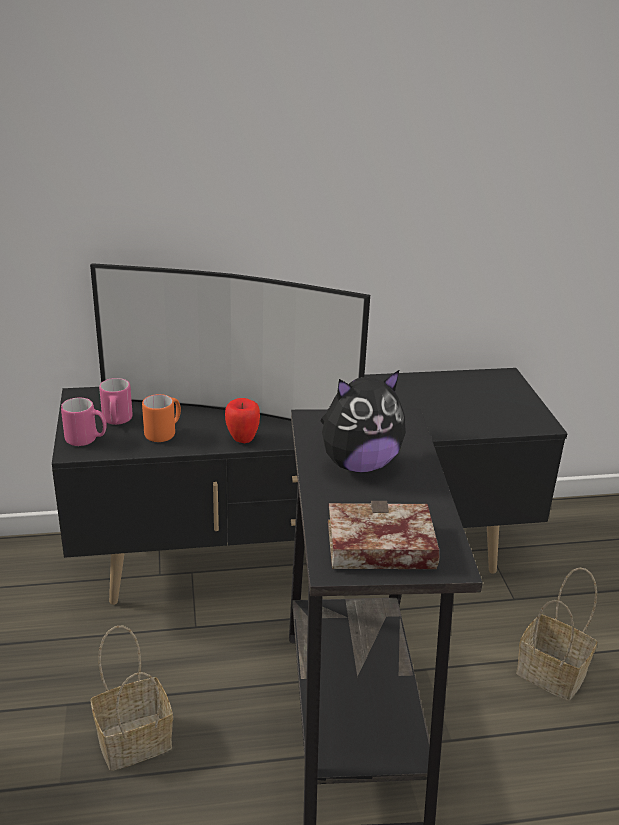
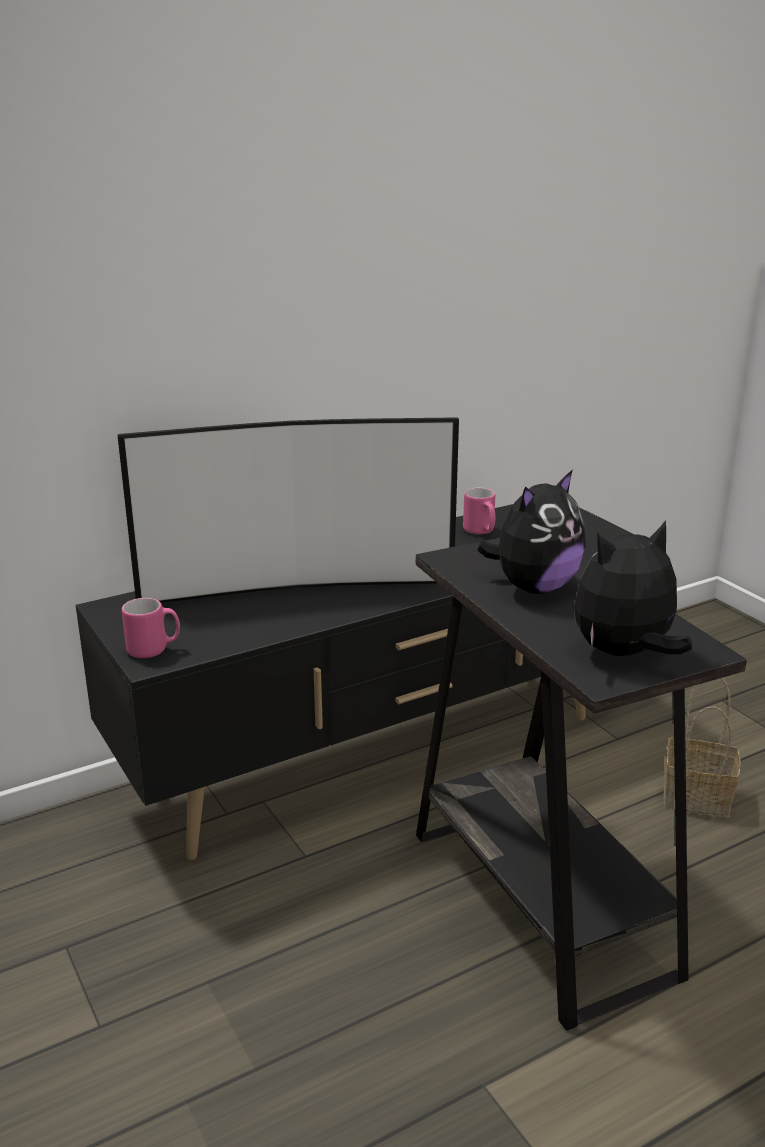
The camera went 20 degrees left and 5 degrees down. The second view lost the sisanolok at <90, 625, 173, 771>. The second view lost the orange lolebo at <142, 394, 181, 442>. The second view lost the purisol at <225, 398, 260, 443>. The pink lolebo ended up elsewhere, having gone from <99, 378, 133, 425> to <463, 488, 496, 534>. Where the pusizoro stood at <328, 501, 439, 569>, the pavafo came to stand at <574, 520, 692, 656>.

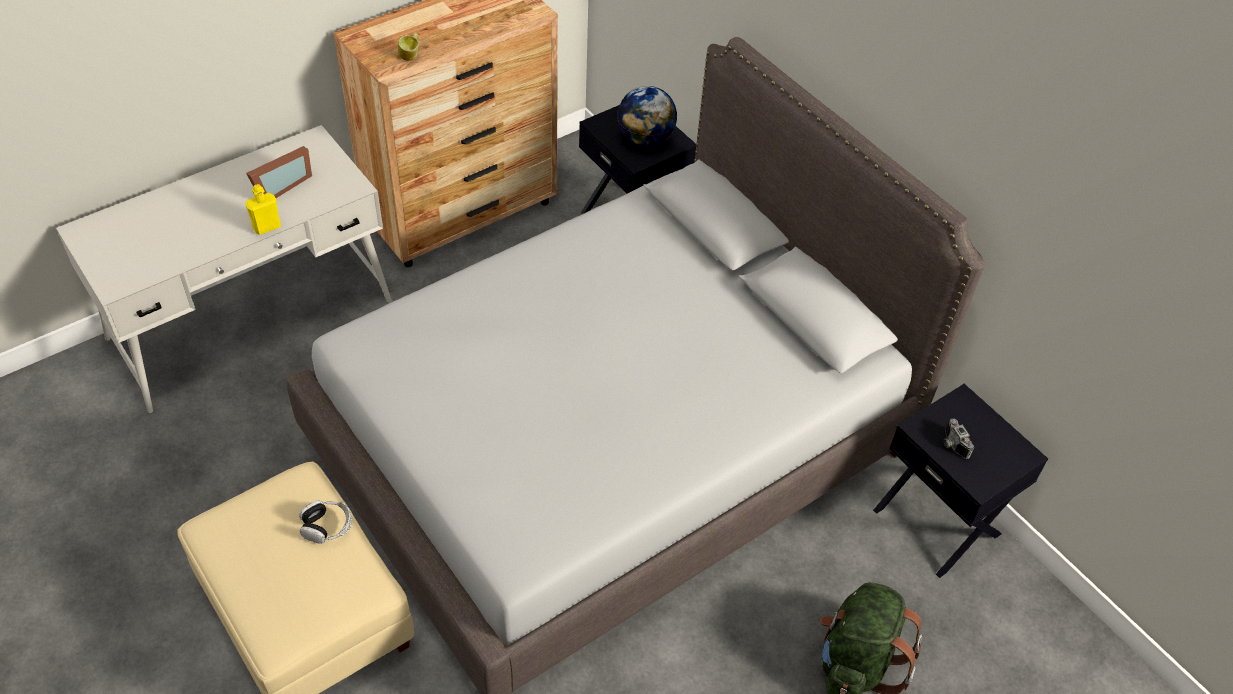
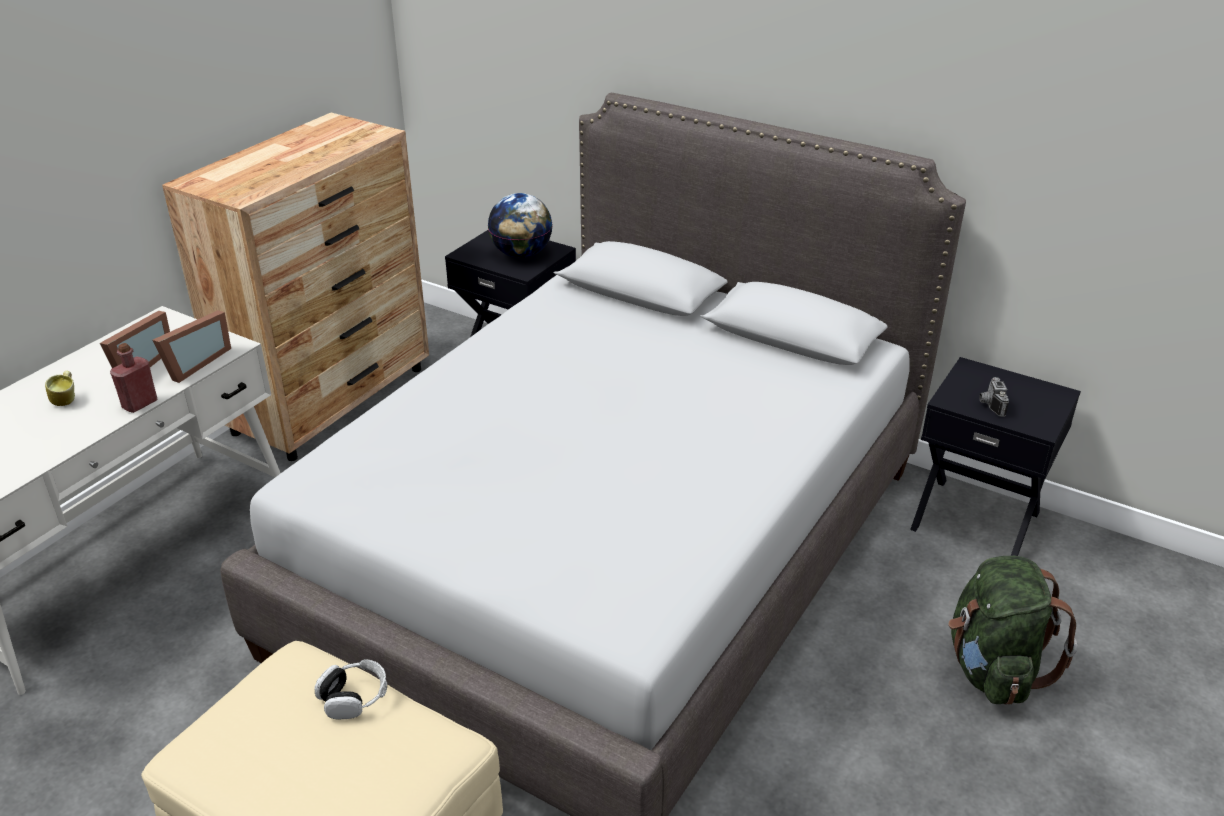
The camera went 20 degrees left and 15 degrees down. The second view gained the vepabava at <153, 310, 231, 383>. The lolebo ended up elsewhere, having gone from <398, 33, 419, 61> to <45, 370, 75, 406>. What was the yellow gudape at <246, 184, 281, 235> turned into the red gudape at <110, 343, 157, 413>. The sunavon at <943, 418, 974, 459> ended up facing another way, 45 degrees clockwise from before.

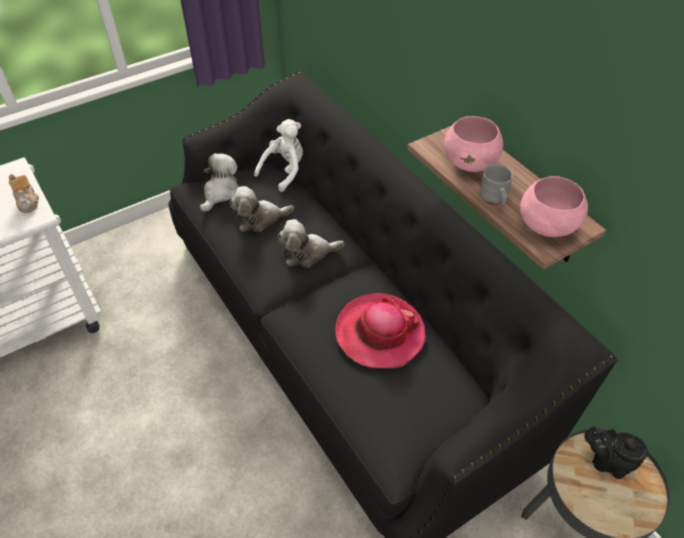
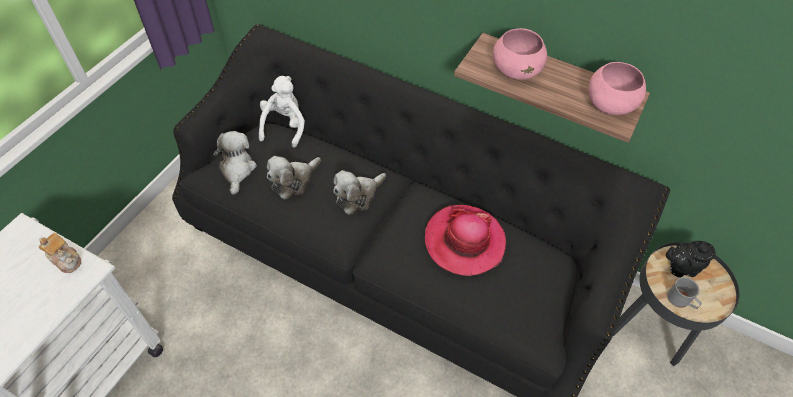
The camera went 30 degrees left and 5 degrees up. The grey lolebo ended up elsewhere, having gone from <479, 164, 514, 205> to <667, 277, 702, 309>.

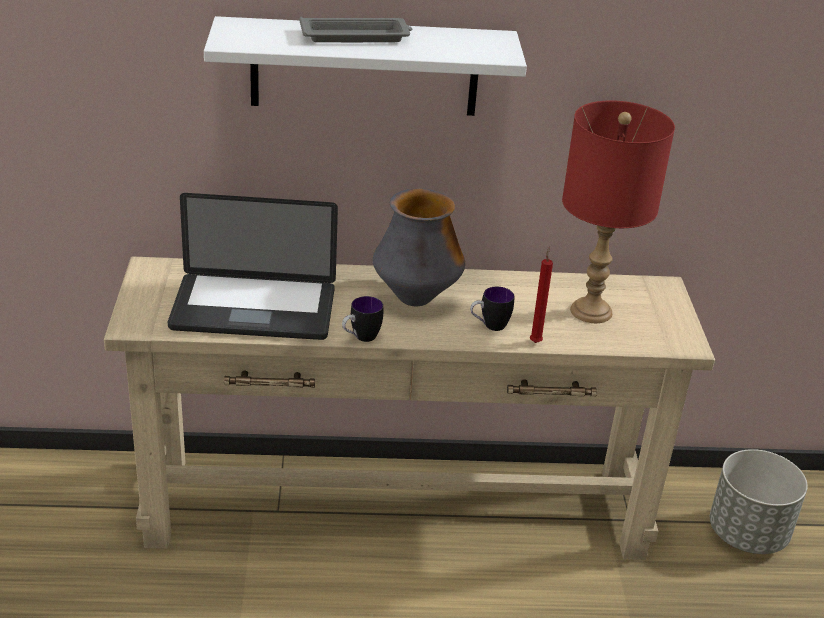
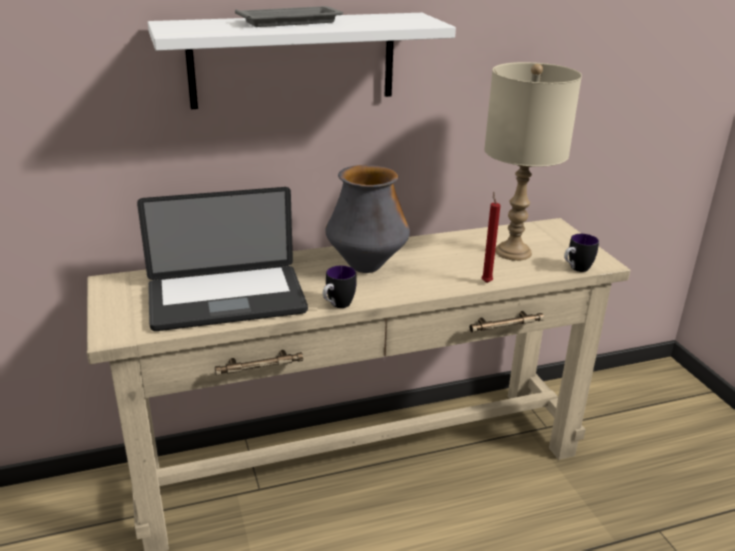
The camera went 15 degrees left and 5 degrees down. The second view lost the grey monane at <710, 449, 808, 554>. The lolebo ended up elsewhere, having gone from <470, 287, 515, 331> to <564, 234, 599, 272>. What was the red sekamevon at <562, 100, 675, 323> turned into the beige sekamevon at <484, 62, 582, 261>.

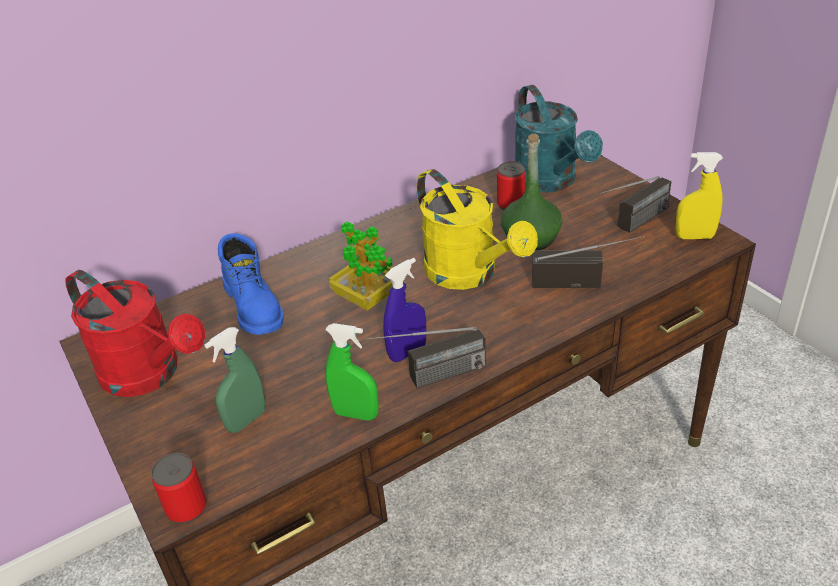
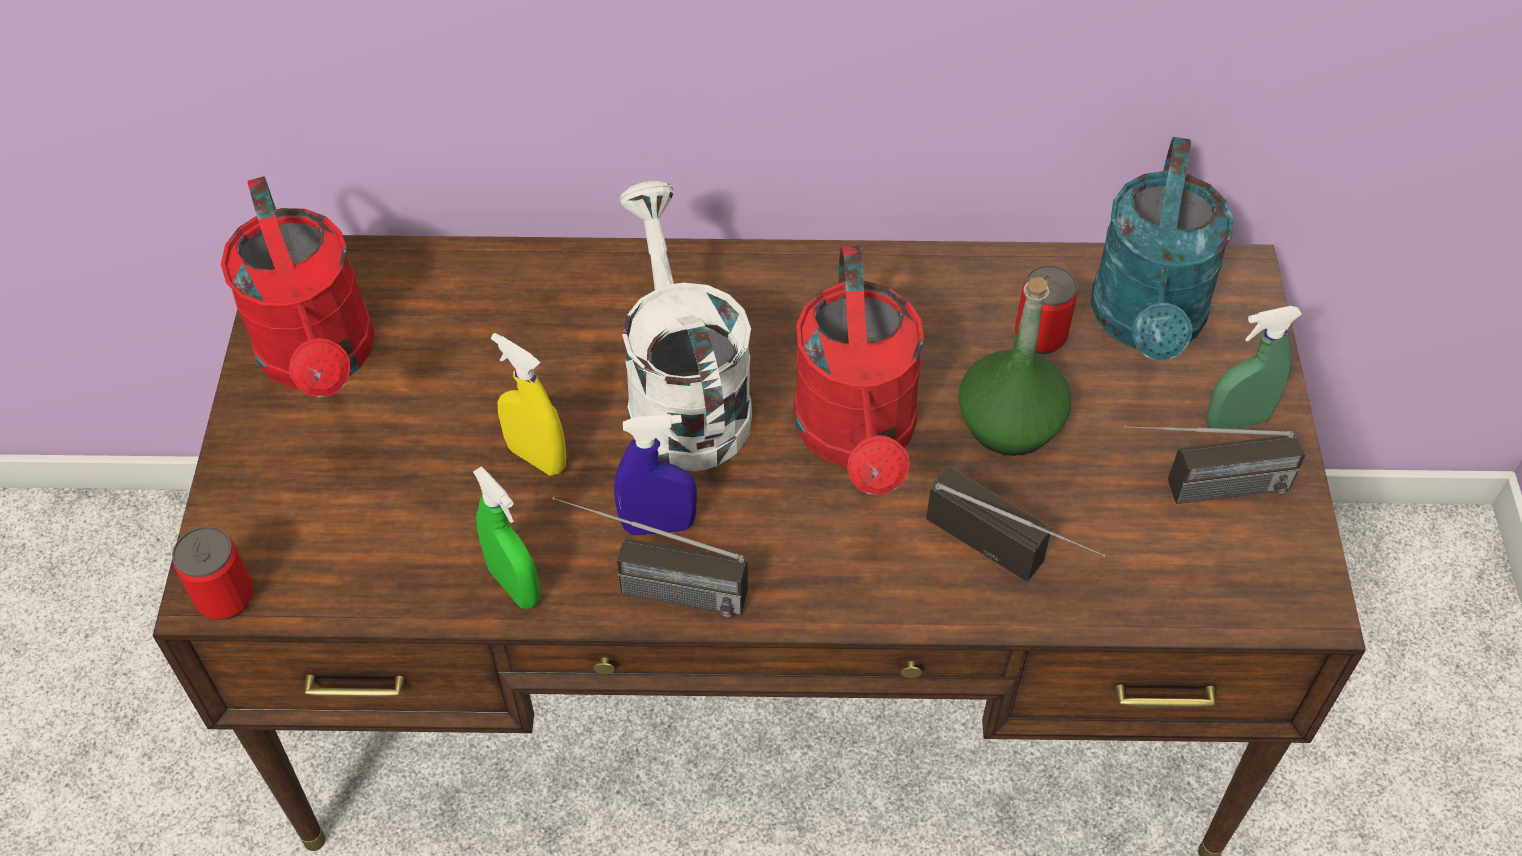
The camera went 30 degrees right and 15 degrees up. The second view lost the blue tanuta at <218, 233, 283, 335>. The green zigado ended up elsewhere, having gone from <205, 327, 265, 433> to <1206, 306, 1302, 429>. The yellow zigado ended up elsewhere, having gone from <675, 152, 723, 239> to <491, 333, 566, 476>. Where the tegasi stood at <329, 221, 393, 311>, the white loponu came to stand at <619, 181, 752, 471>. What was the yellow loponu at <417, 169, 538, 290> turned into the red loponu at <794, 245, 924, 496>.

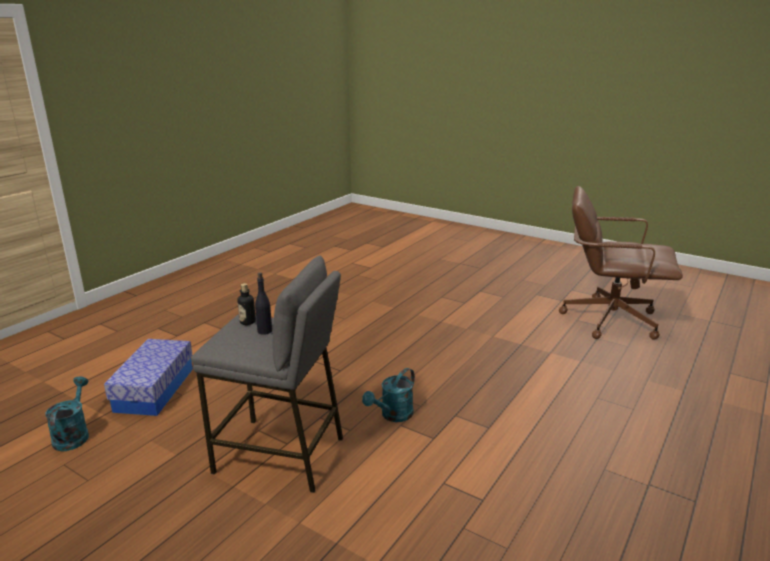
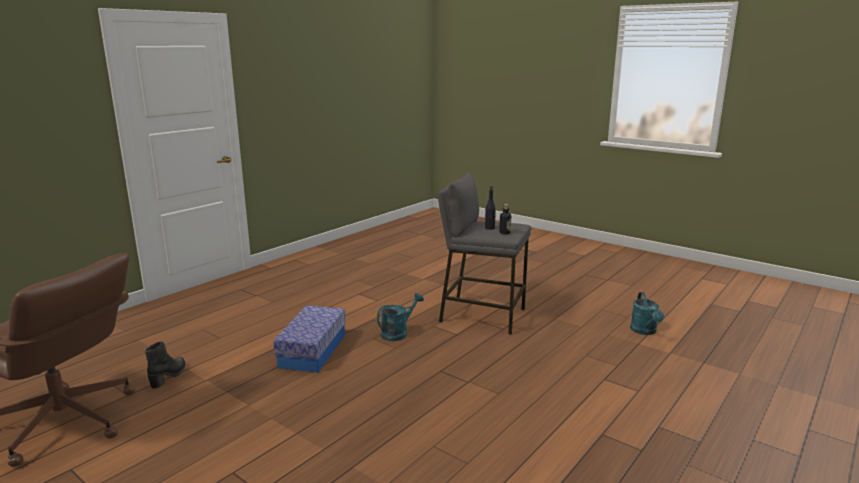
The camera went 175 degrees left and 5 degrees down. The second view gained the black tanuta at <145, 341, 185, 389>. The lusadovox ended up elsewhere, having gone from <104, 339, 193, 416> to <273, 305, 346, 373>.

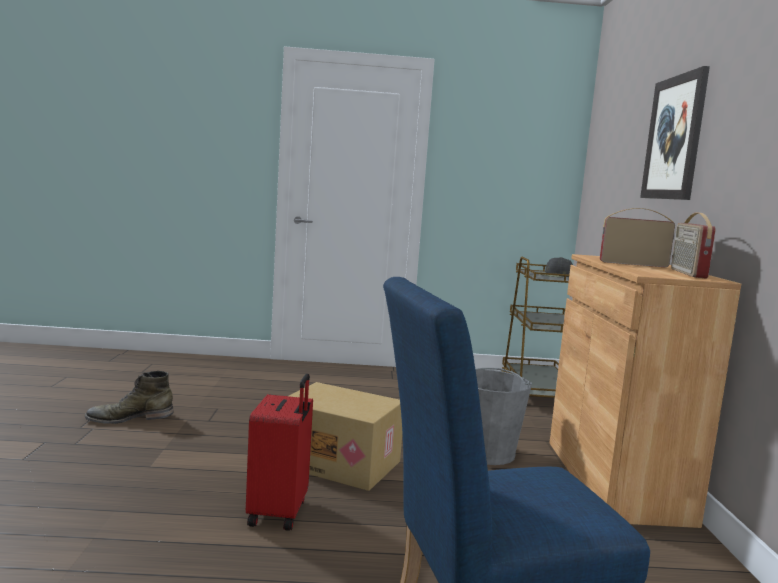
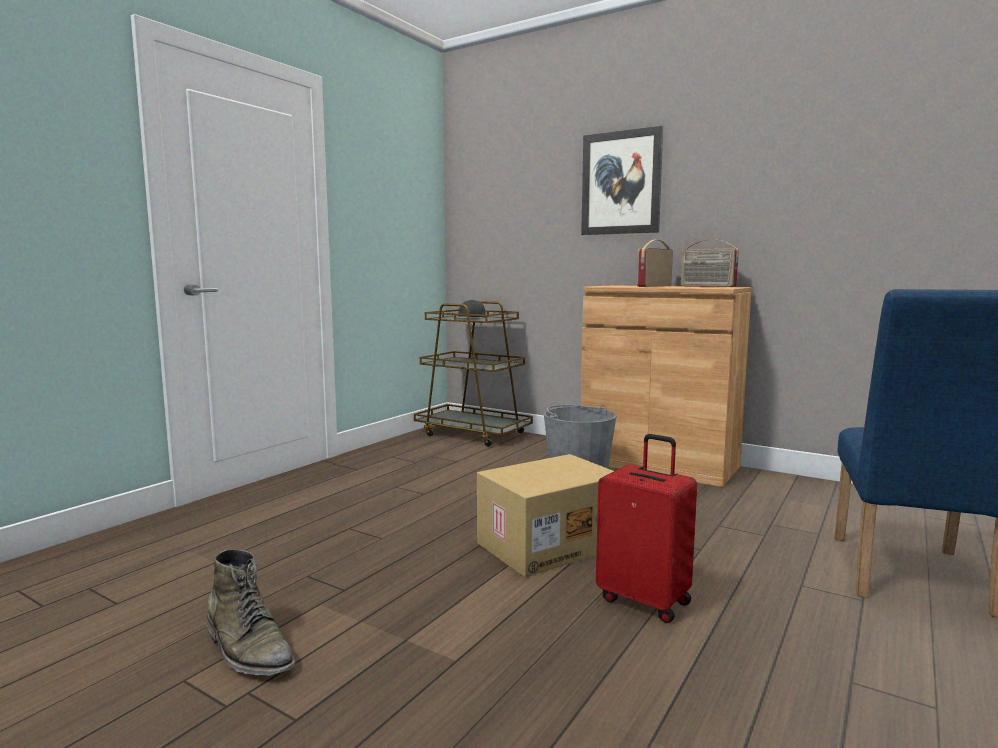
The camera went 55 degrees left and 0 degrees up. The green tanuta at <85, 371, 173, 424> ended up facing another way, 60 degrees counterclockwise from before.

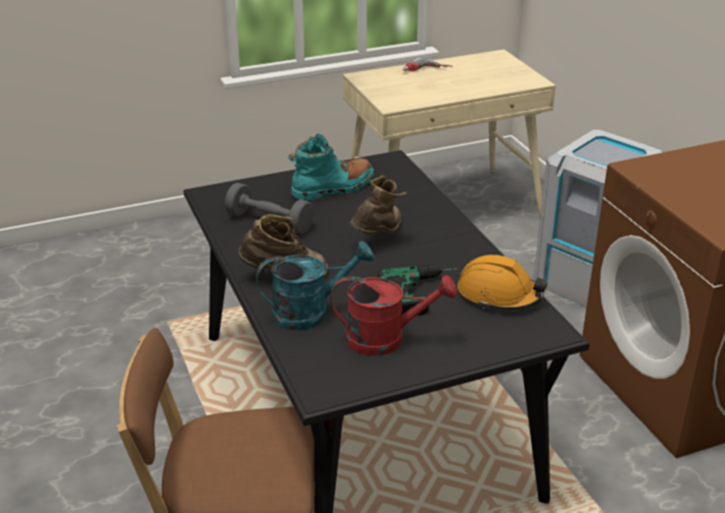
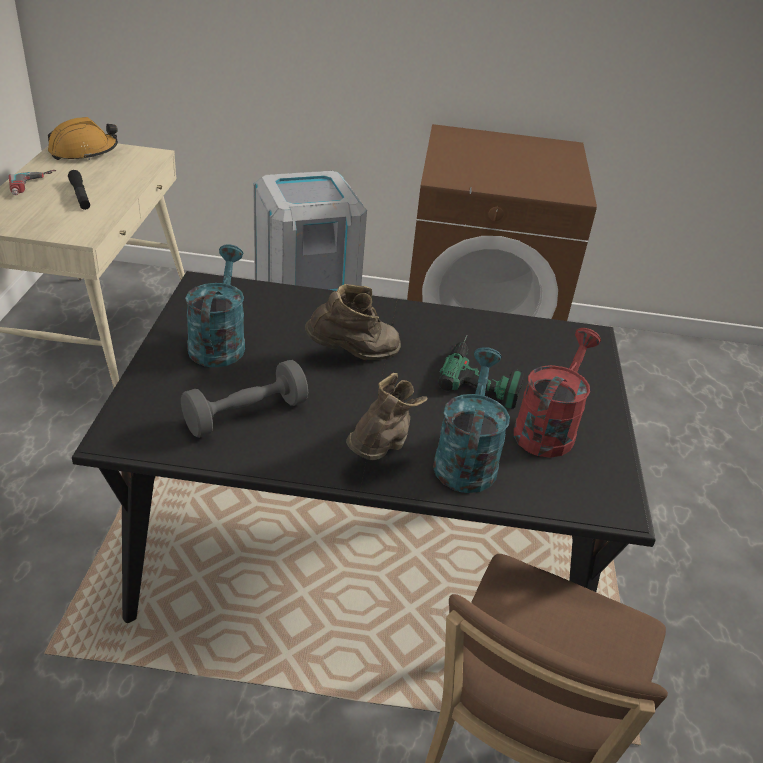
The camera went 65 degrees left and 5 degrees up. The second view gained the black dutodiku at <68, 170, 90, 210>. The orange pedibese ended up elsewhere, having gone from <458, 255, 547, 310> to <48, 117, 118, 160>. Where the turquoise tanuta stood at <288, 134, 374, 201>, the turquoise loponu came to stand at <185, 244, 245, 367>. The brown tanuta at <350, 176, 407, 235> ended up facing another way, 105 degrees clockwise from before.

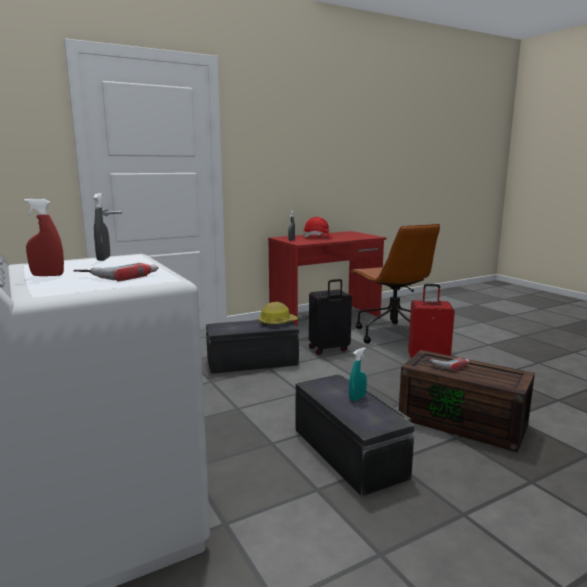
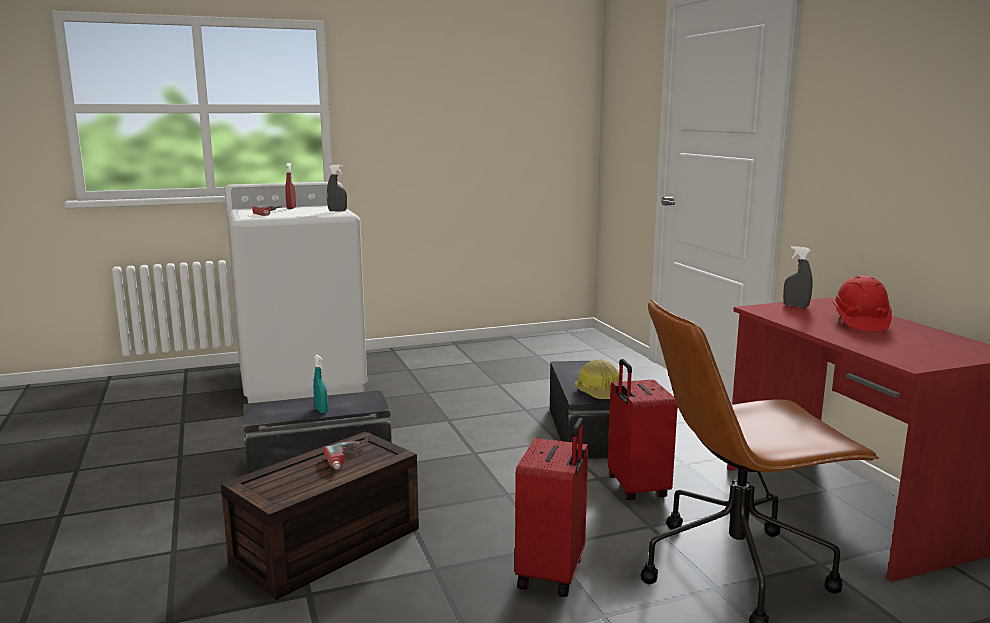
The camera went 100 degrees right and 0 degrees up. What was the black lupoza at <309, 279, 352, 355> turned into the red lupoza at <608, 359, 678, 500>.

